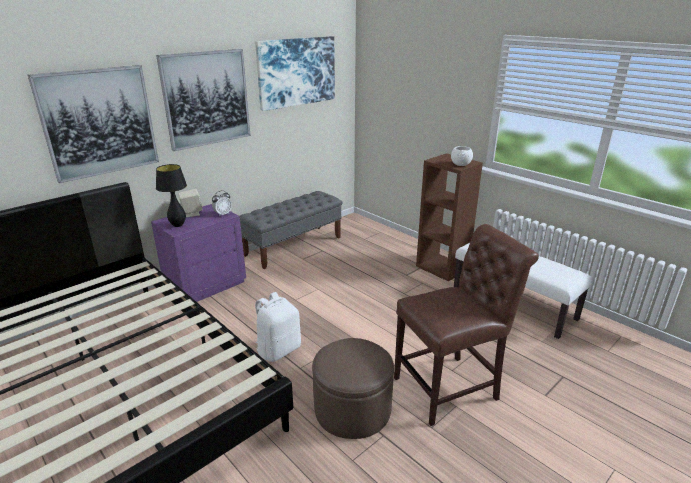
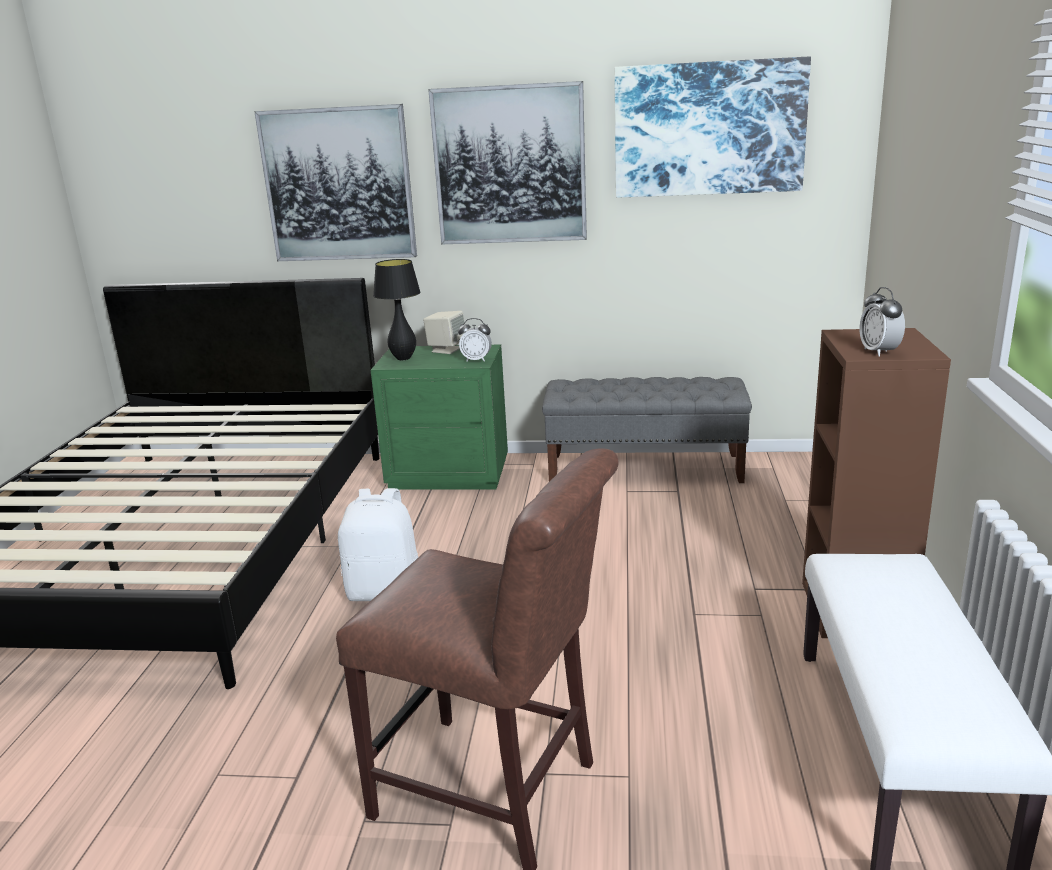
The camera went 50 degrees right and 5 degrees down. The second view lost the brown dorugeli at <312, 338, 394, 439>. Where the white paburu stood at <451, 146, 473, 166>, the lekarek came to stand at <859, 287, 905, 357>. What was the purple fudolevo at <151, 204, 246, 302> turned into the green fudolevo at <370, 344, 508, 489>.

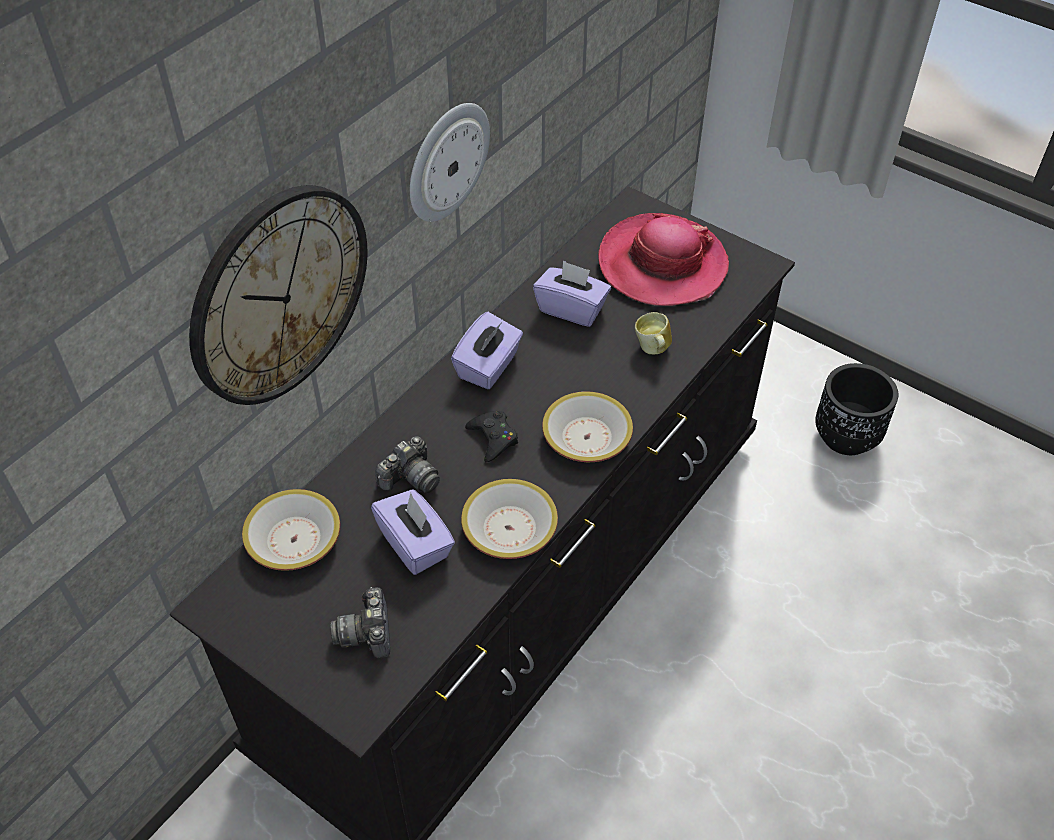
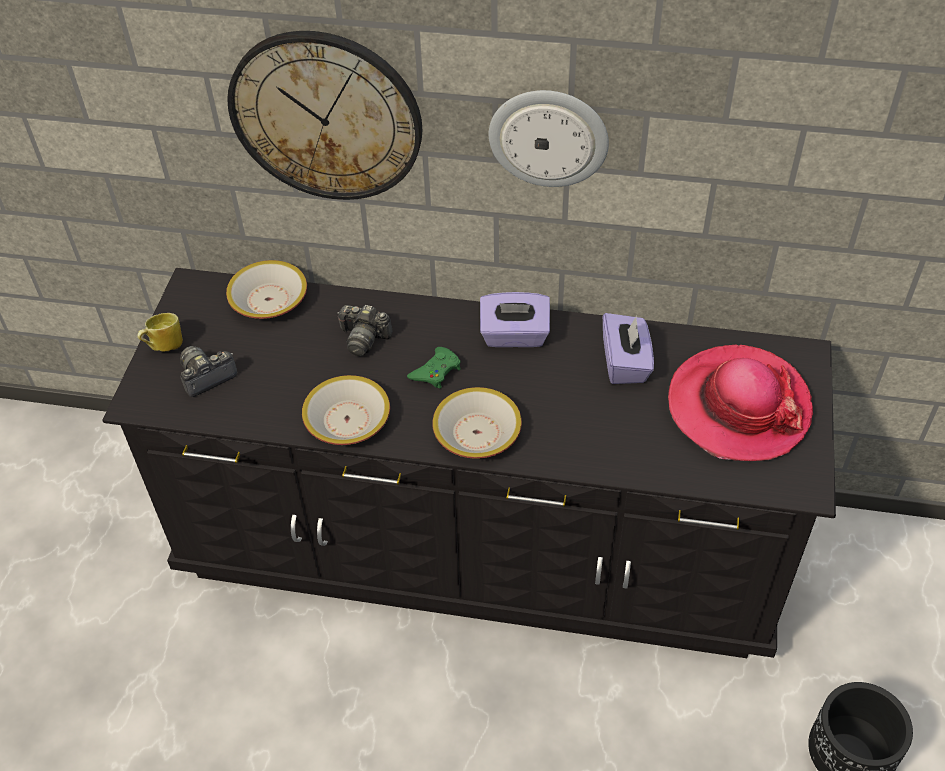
The camera went 65 degrees right and 0 degrees up. The second view lost the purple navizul at <371, 489, 455, 575>. The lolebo ended up elsewhere, having gone from <635, 312, 672, 355> to <137, 313, 183, 351>. What was the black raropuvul at <465, 411, 518, 463> turned into the green raropuvul at <407, 347, 461, 389>.

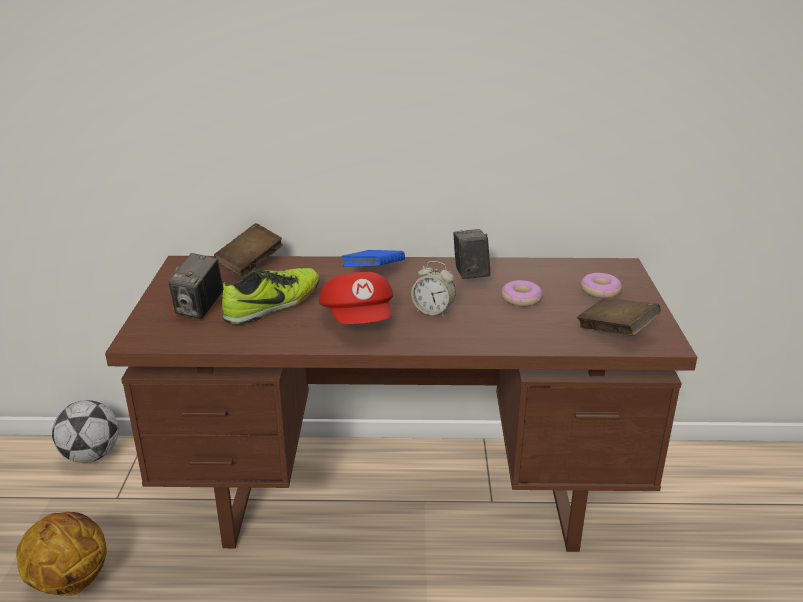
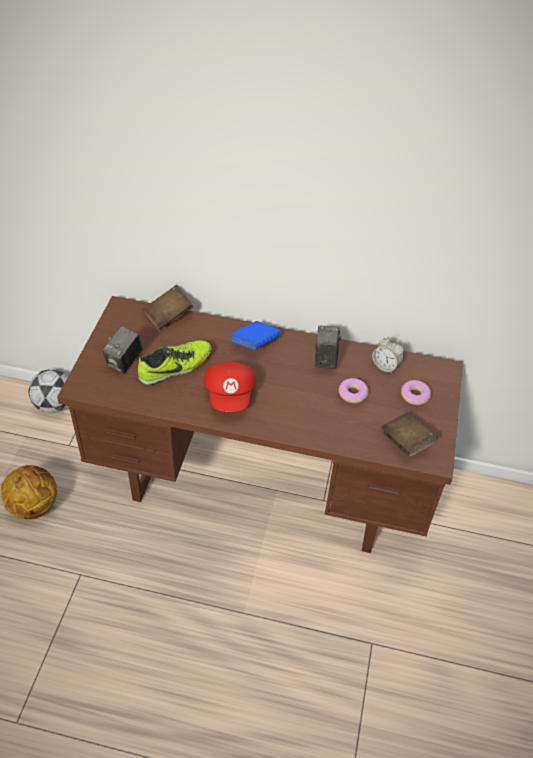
The camera went 10 degrees right and 20 degrees up. The lekarek ended up elsewhere, having gone from <411, 261, 456, 317> to <372, 337, 404, 374>.

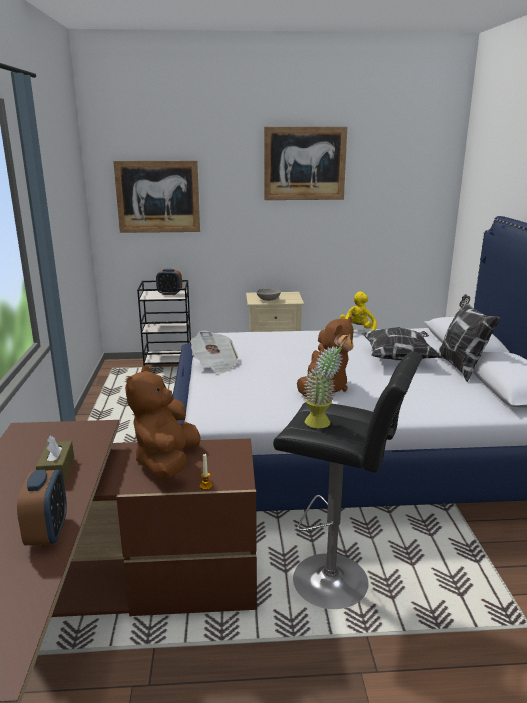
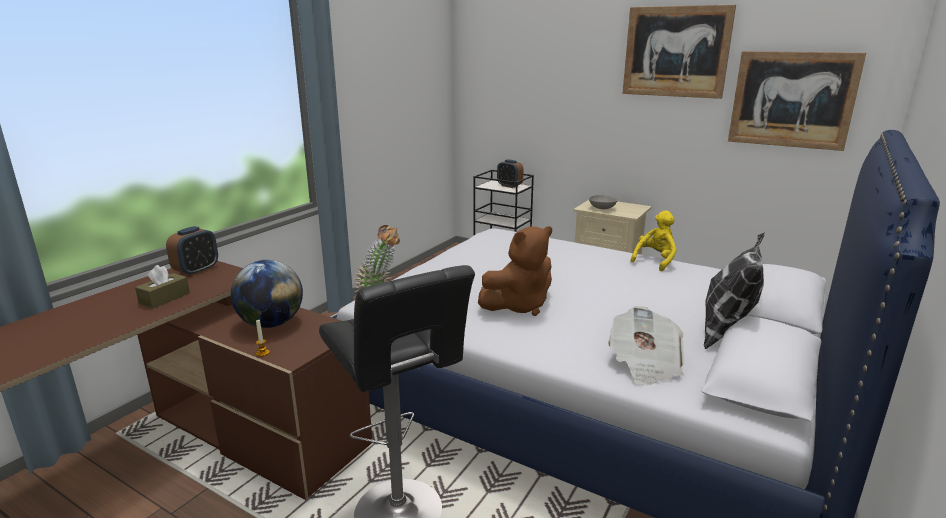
The camera went 35 degrees right and 0 degrees up. The second view lost the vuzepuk at <362, 327, 440, 360>. The lekarek ended up elsewhere, having gone from <17, 470, 67, 546> to <166, 226, 218, 276>. The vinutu ended up elsewhere, having gone from <113, 161, 200, 233> to <728, 51, 866, 151>. The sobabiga ended up elsewhere, having gone from <190, 330, 240, 374> to <608, 306, 684, 386>. Where the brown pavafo stood at <125, 366, 201, 479>, the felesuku came to stand at <231, 260, 303, 328>.

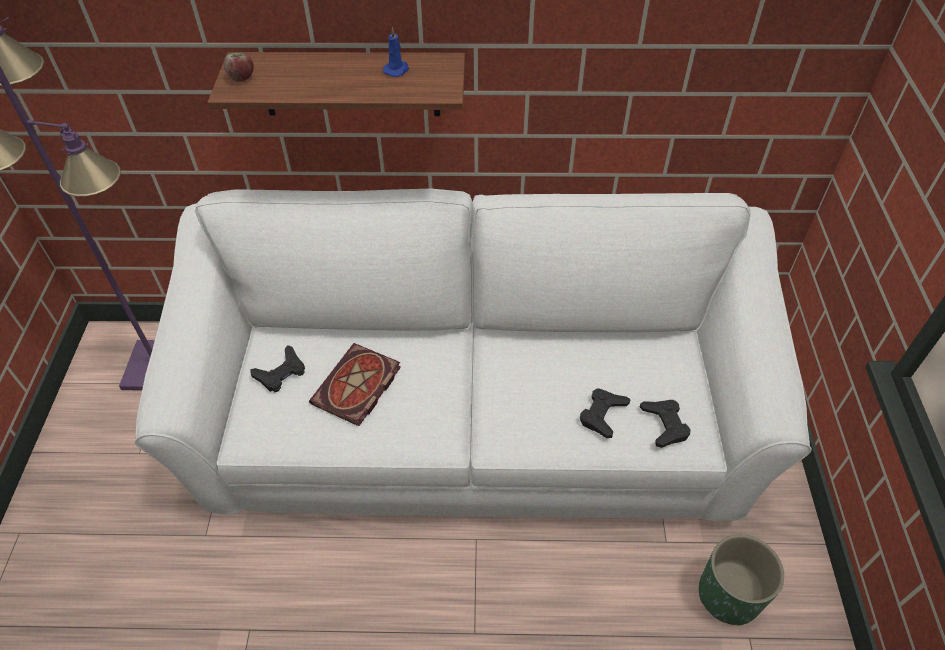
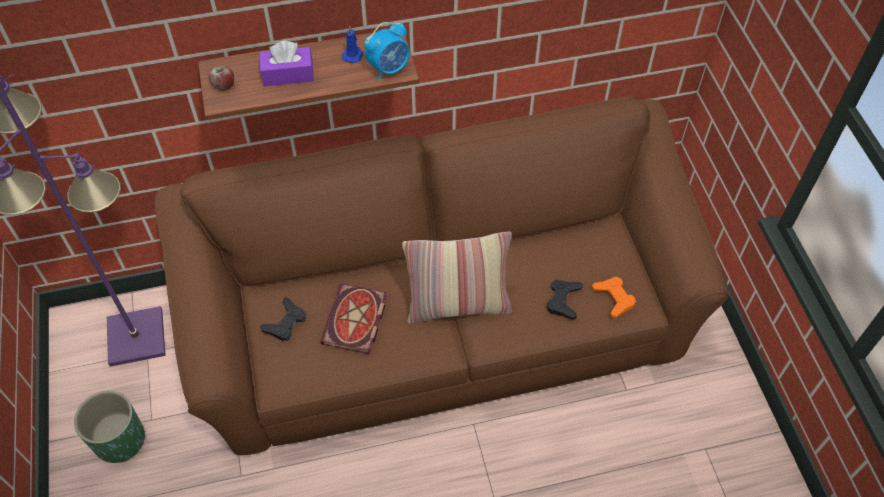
The camera went 15 degrees left and 5 degrees up. The second view gained the purple navizul at <259, 41, 314, 86>. The second view gained the lekarek at <364, 22, 410, 80>. The second view gained the vuzepuk at <402, 231, 512, 324>. The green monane ended up elsewhere, having gone from <699, 534, 784, 625> to <74, 391, 145, 463>. What was the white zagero at <134, 189, 812, 521> turned into the brown zagero at <155, 96, 729, 455>. What was the black raropuvul at <640, 400, 691, 448> turned into the orange raropuvul at <591, 277, 636, 318>.

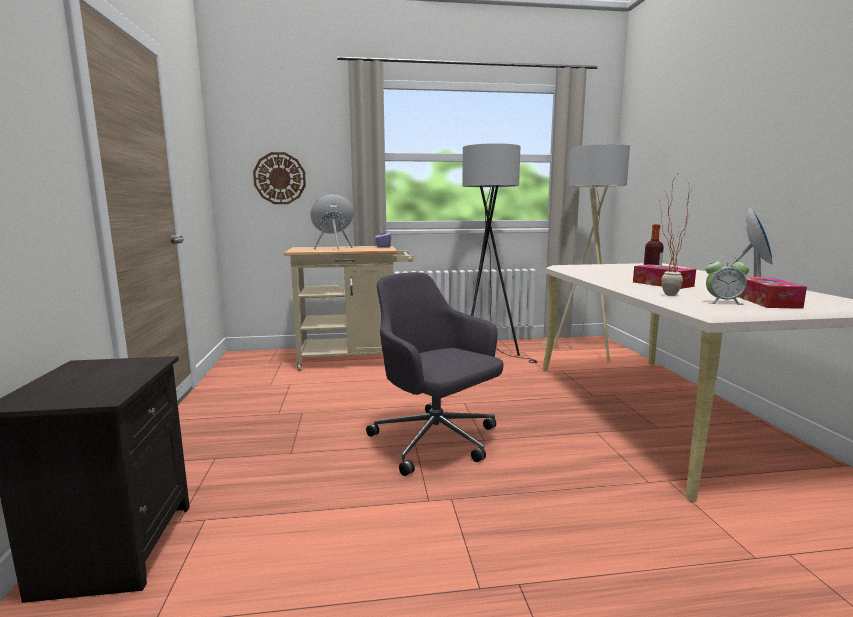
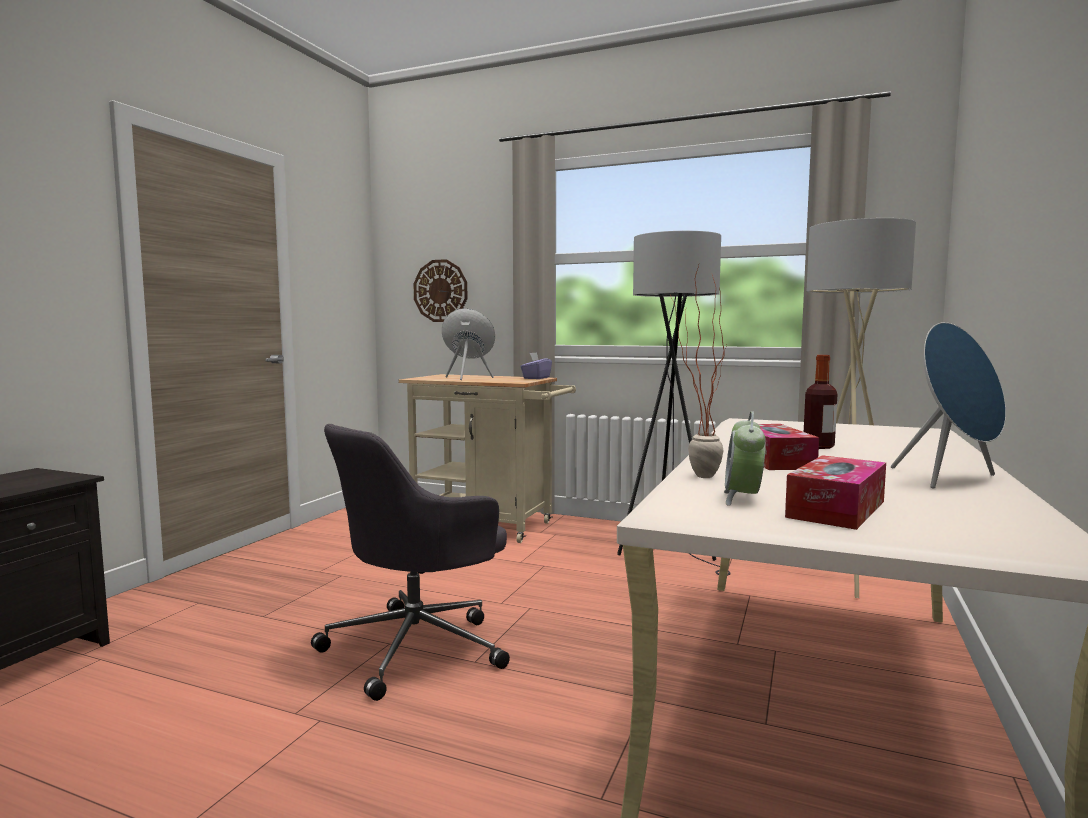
The camera went 30 degrees right and 5 degrees down. The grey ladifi at <366, 272, 503, 476> ended up facing another way, 120 degrees counterclockwise from before. The lekarek at <706, 256, 749, 305> ended up facing another way, 60 degrees clockwise from before.

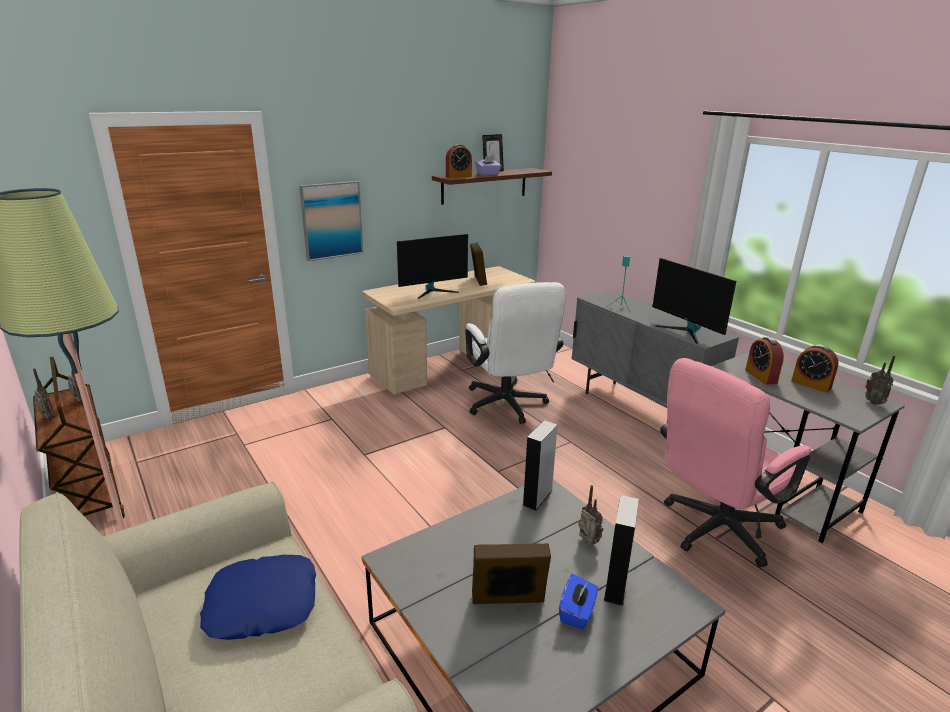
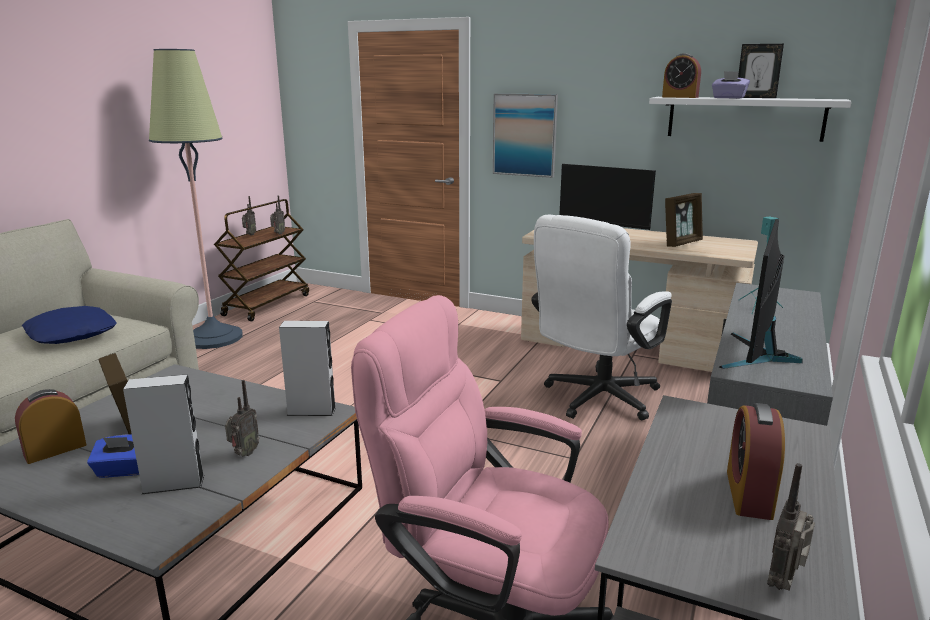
The camera went 60 degrees right and 5 degrees down. The lekarek ended up elsewhere, having gone from <745, 337, 784, 385> to <15, 389, 87, 464>. What was the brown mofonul at <432, 168, 552, 205> turned into the white mofonul at <649, 97, 852, 142>.

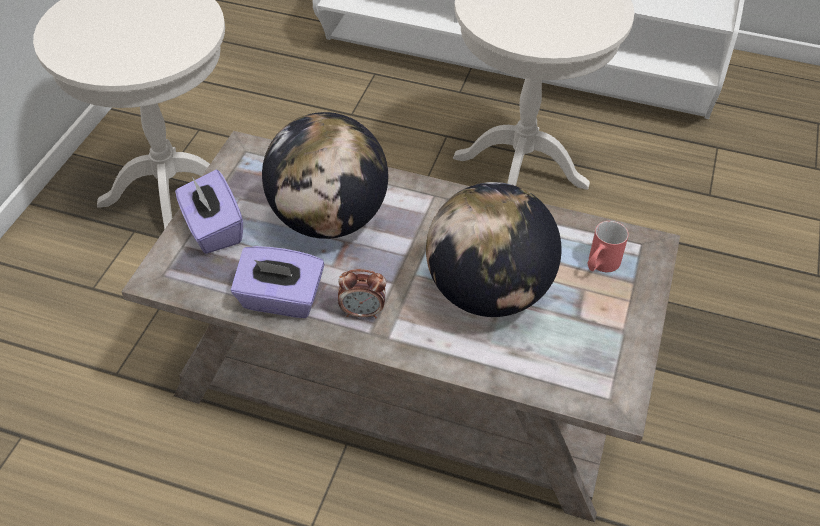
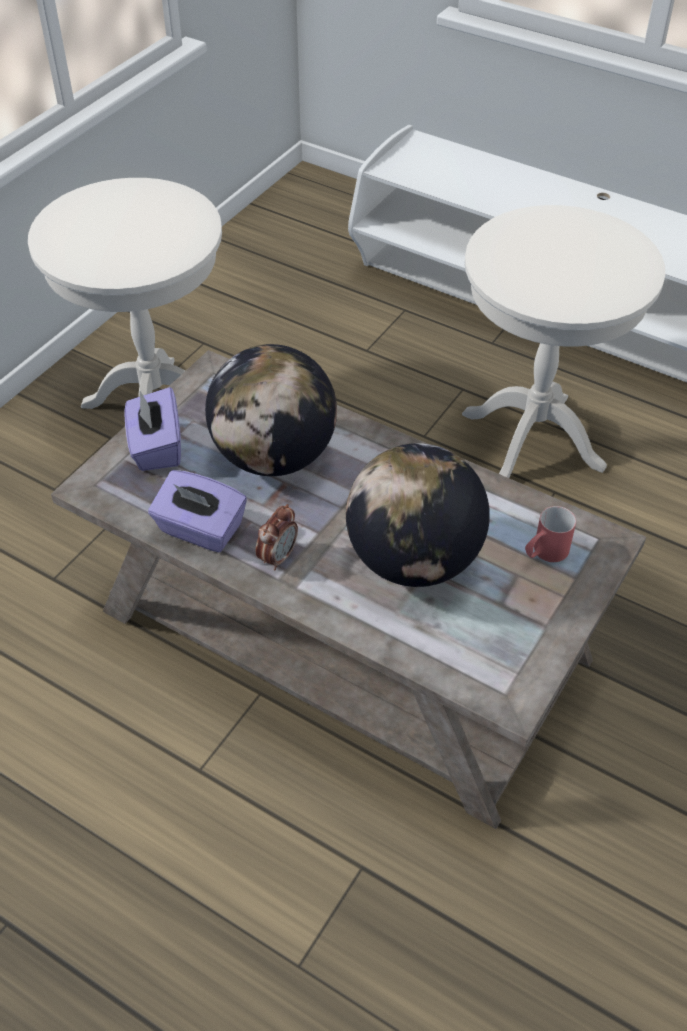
The camera went 15 degrees right and 0 degrees up. The lekarek at <338, 269, 386, 318> ended up facing another way, 75 degrees counterclockwise from before.

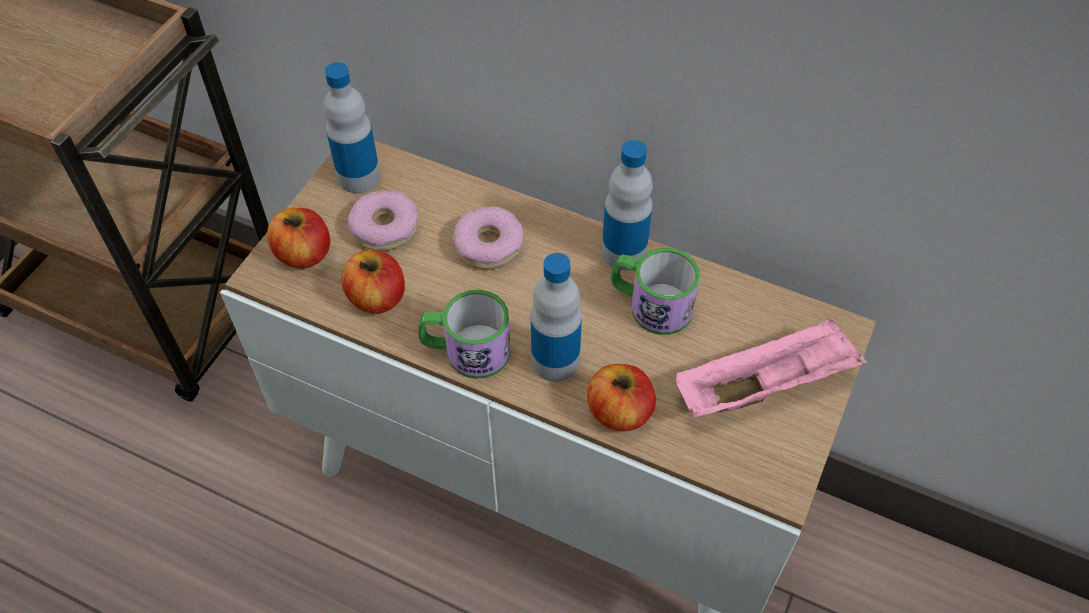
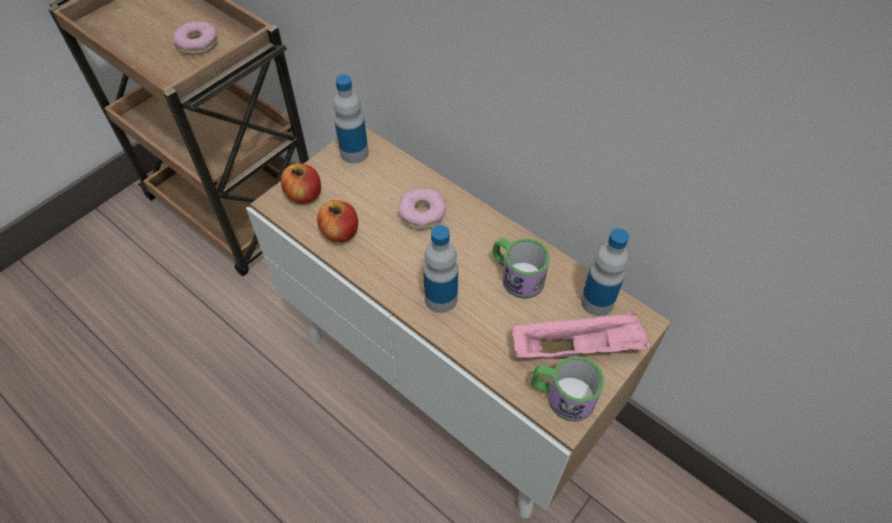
The camera went 15 degrees right and 0 degrees up. The second view lost the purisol at <587, 364, 656, 431>. The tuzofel ended up elsewhere, having gone from <348, 190, 418, 251> to <173, 21, 218, 55>. The lolebo ended up elsewhere, having gone from <418, 290, 511, 379> to <531, 356, 604, 422>. The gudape ended up elsewhere, having gone from <602, 140, 653, 271> to <581, 228, 629, 316>.

